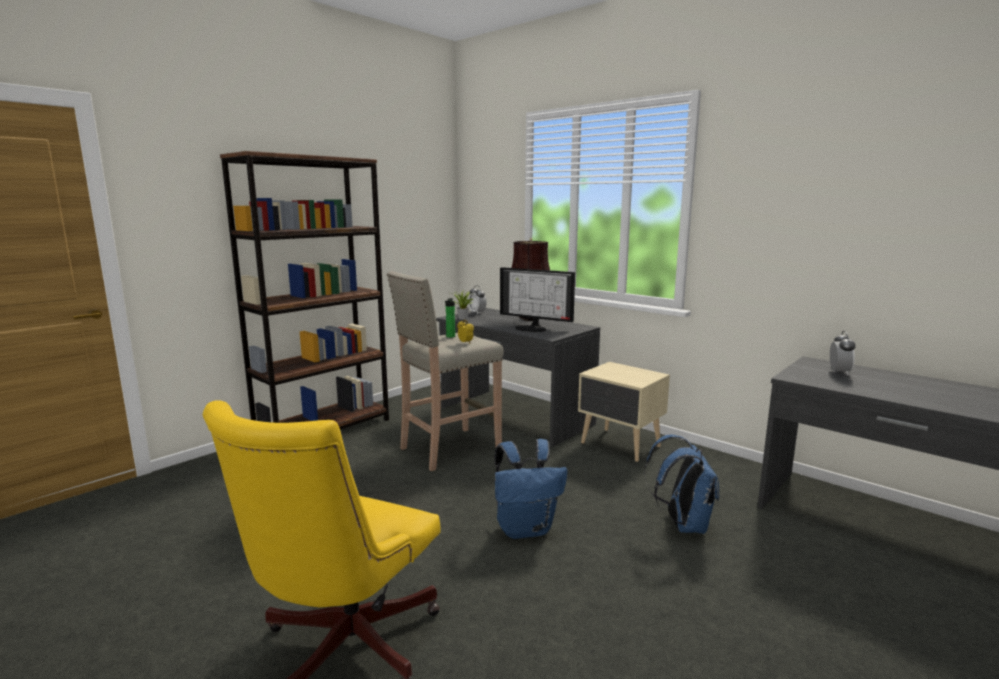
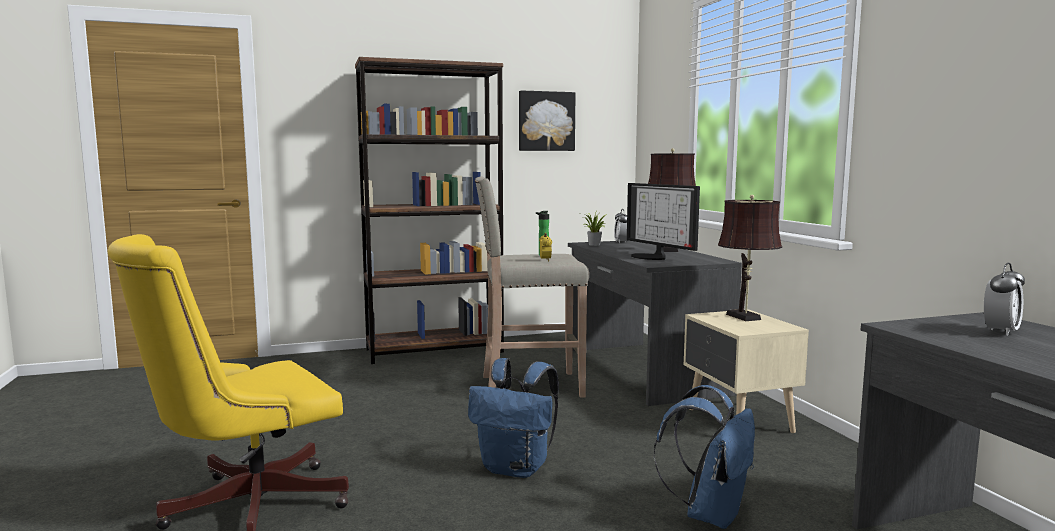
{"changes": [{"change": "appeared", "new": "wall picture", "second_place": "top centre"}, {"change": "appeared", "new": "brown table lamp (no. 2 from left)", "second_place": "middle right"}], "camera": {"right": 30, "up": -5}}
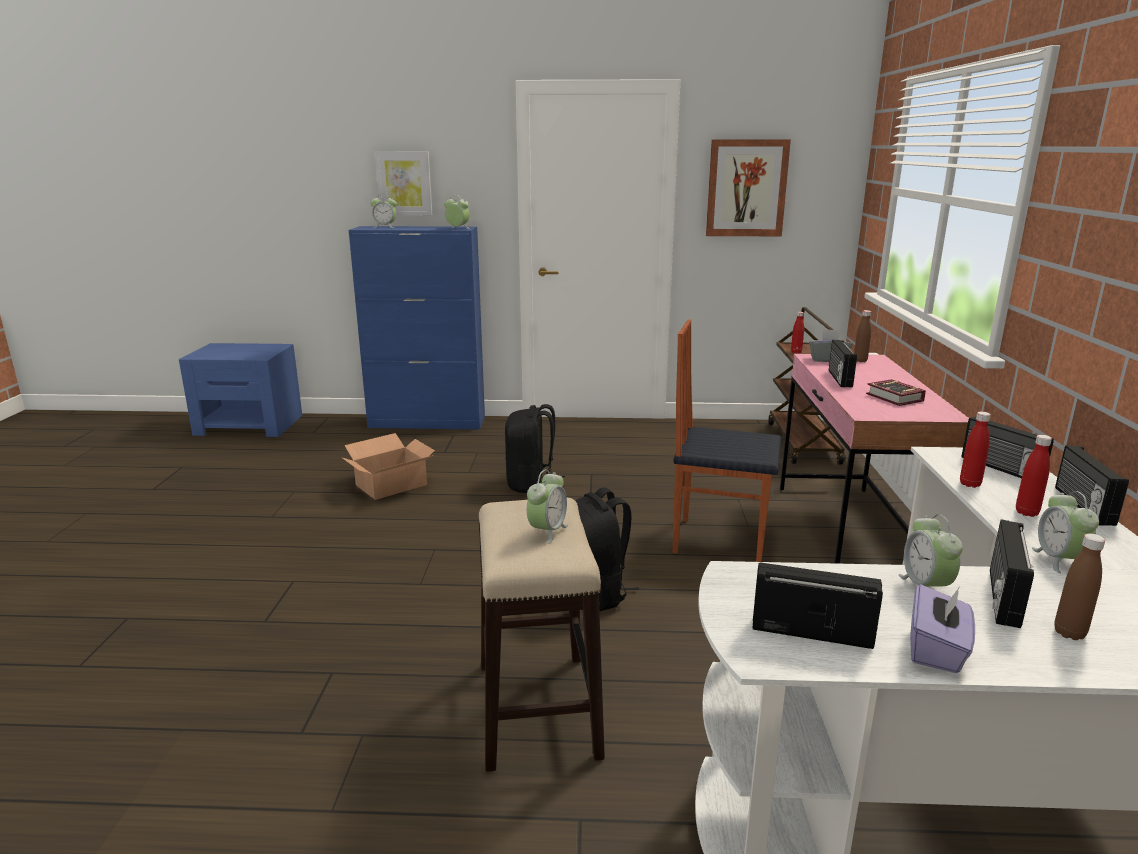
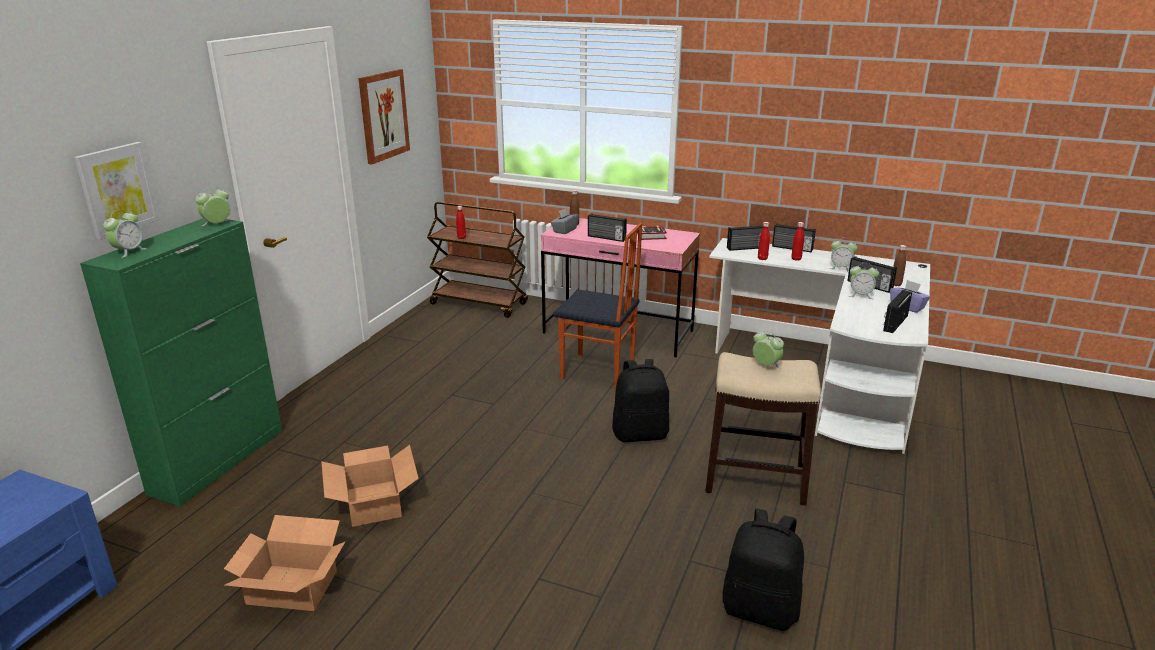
{"changes": [{"change": "colour", "old": "blue storage cabinet", "new": "greenish storage cabinet", "first_place": "centre", "second_place": "middle left"}, {"change": "relocated", "old": "black-coloured rucksack (no. 1 from left in the first image)", "new": "black-coloured rucksack (no. 2 from left)", "first_place": "centre", "second_place": "bottom centre"}, {"change": "spun", "old": "upright chair", "first_place": "centre", "second_place": "centre", "degrees": -105}, {"change": "appeared", "new": "cardboard box (no. 1 from left)", "second_place": "bottom left"}], "camera": {"right": -70, "up": 5}}
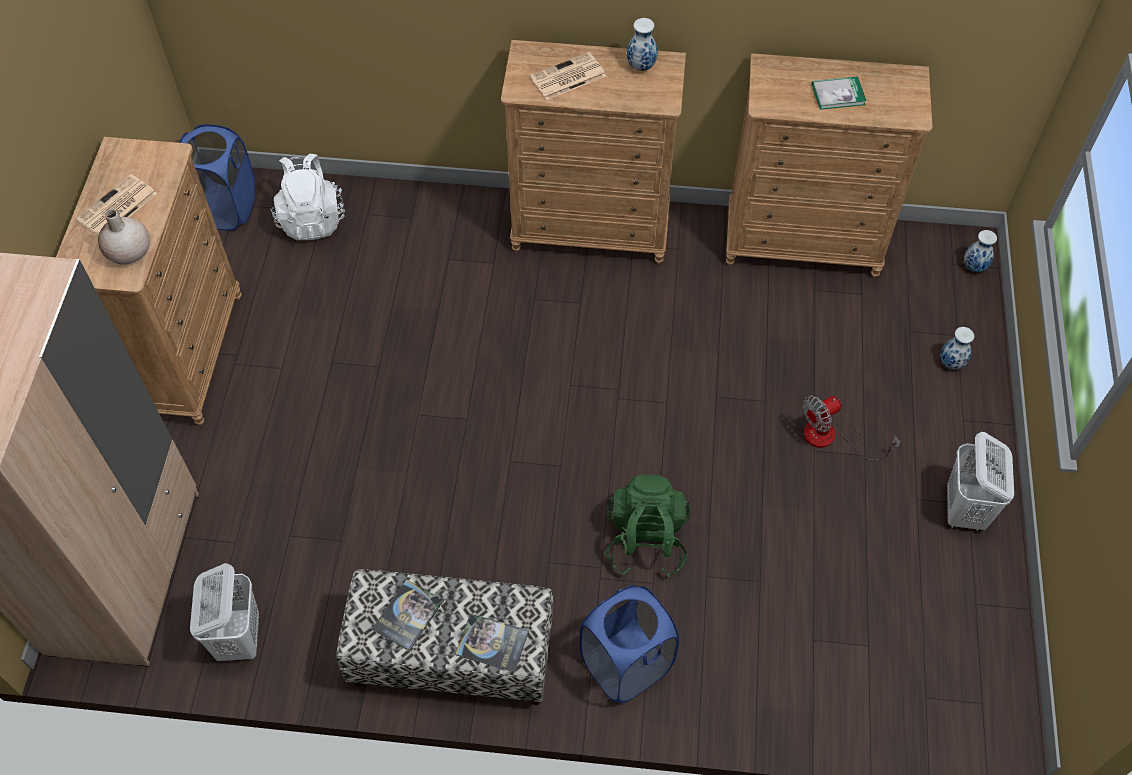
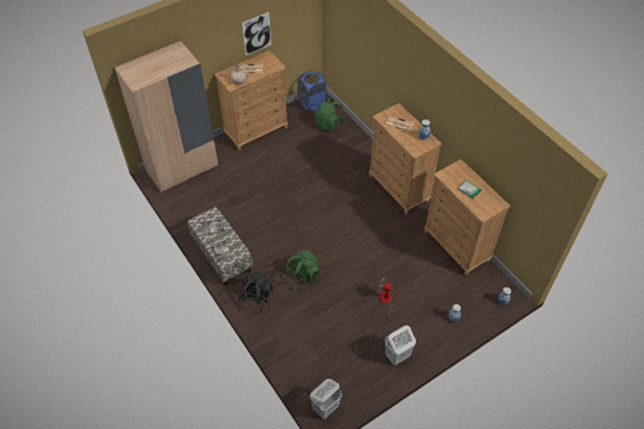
{"changes": [{"change": "relocated", "old": "white washing basket (no. 1 from left)", "first_place": "bottom left", "second_place": "bottom centre"}, {"change": "colour", "old": "white rucksack", "new": "greenish rucksack (no. 2 from left)", "first_place": "top left", "second_place": "top centre"}, {"change": "exchanged", "old": "blue washing basket (no. 2 from left)", "new": "black-coloured rucksack", "first_place": "bottom centre", "second_place": "bottom centre"}, {"change": "appeared", "new": "wall picture", "second_place": "top centre"}], "camera": {"right": 50, "up": -5}}
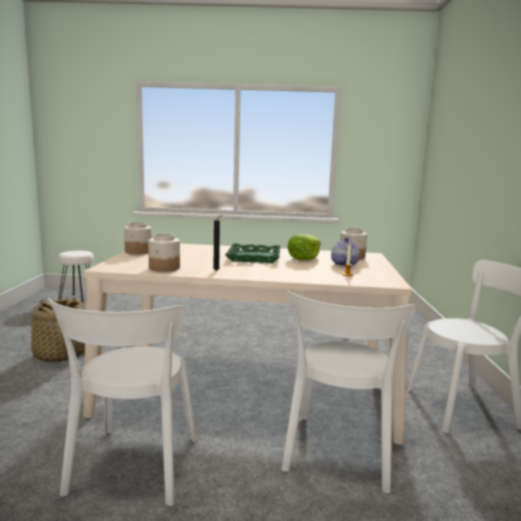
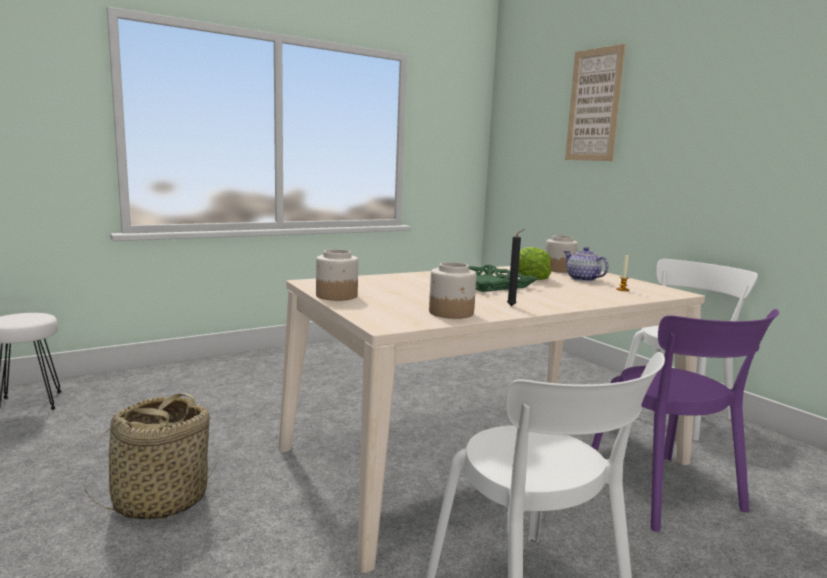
{"changes": [{"change": "colour", "old": "white upright chair (no. 2 from left)", "new": "purplish upright chair", "first_place": "bottom right", "second_place": "bottom right"}, {"change": "appeared", "new": "wall picture", "second_place": "top right"}], "camera": {"right": -35, "up": 0}}
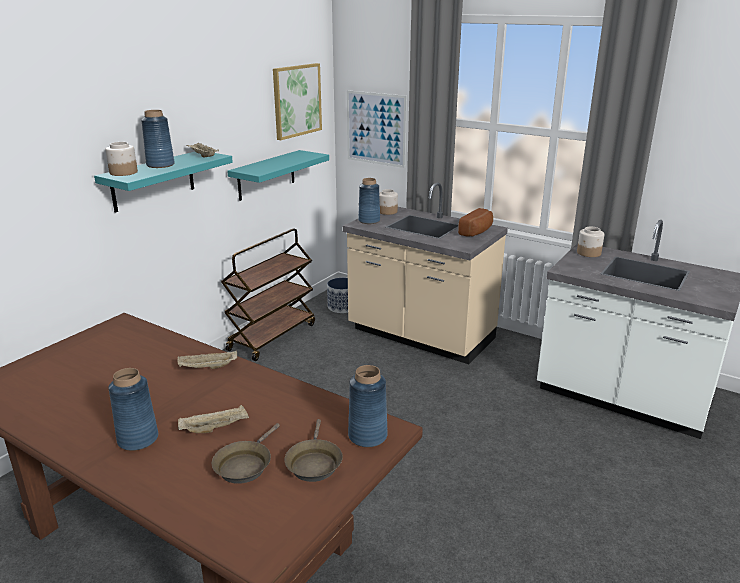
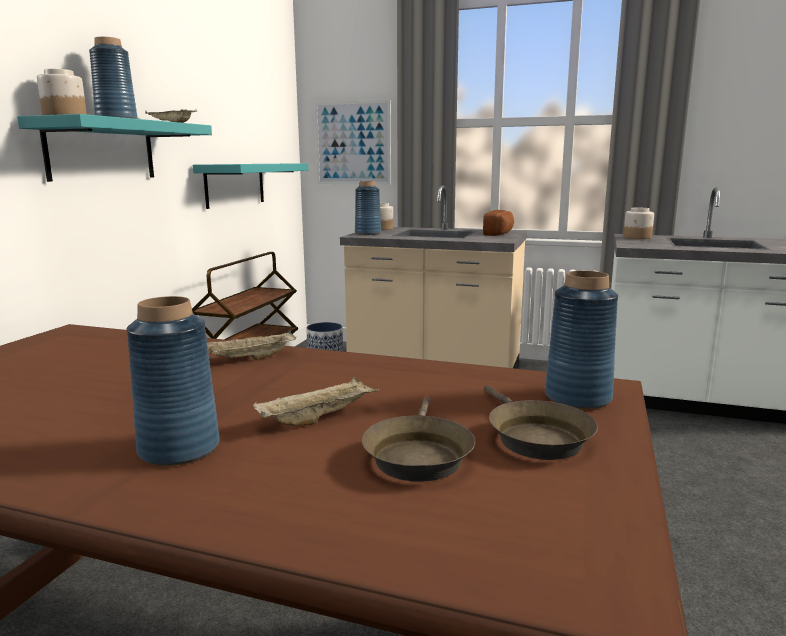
{"changes": [{"change": "missing", "old": "wall picture (no. 1 from left)", "first_place": "top centre"}], "camera": {"right": -15, "up": -10}}
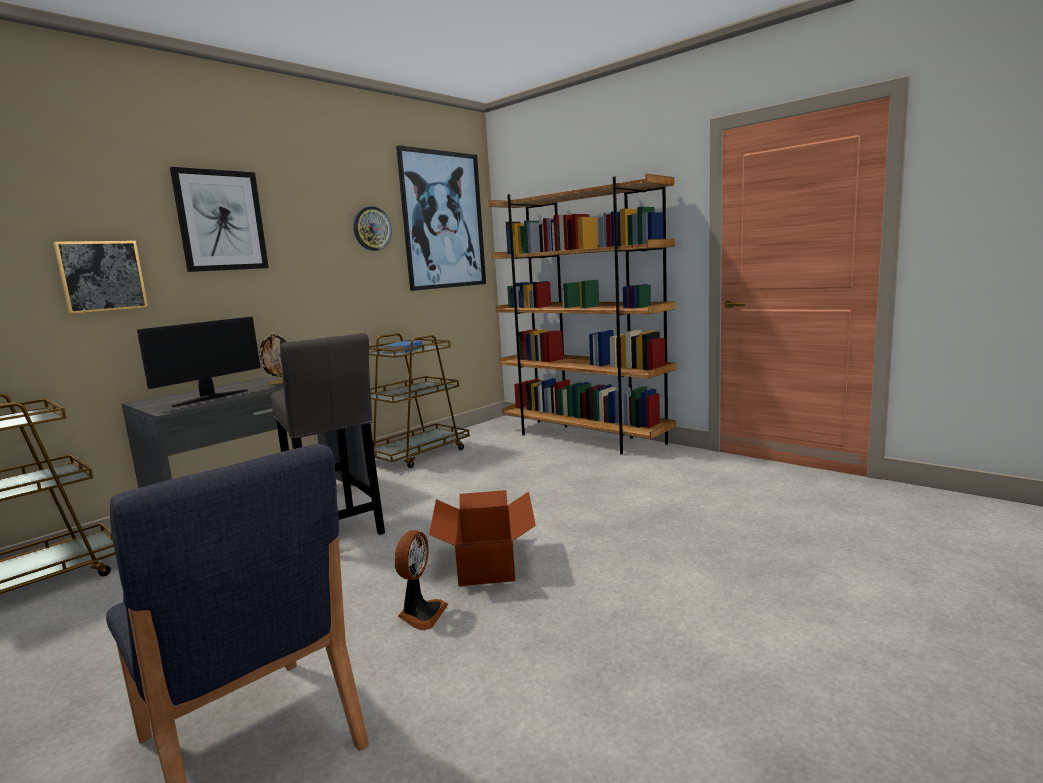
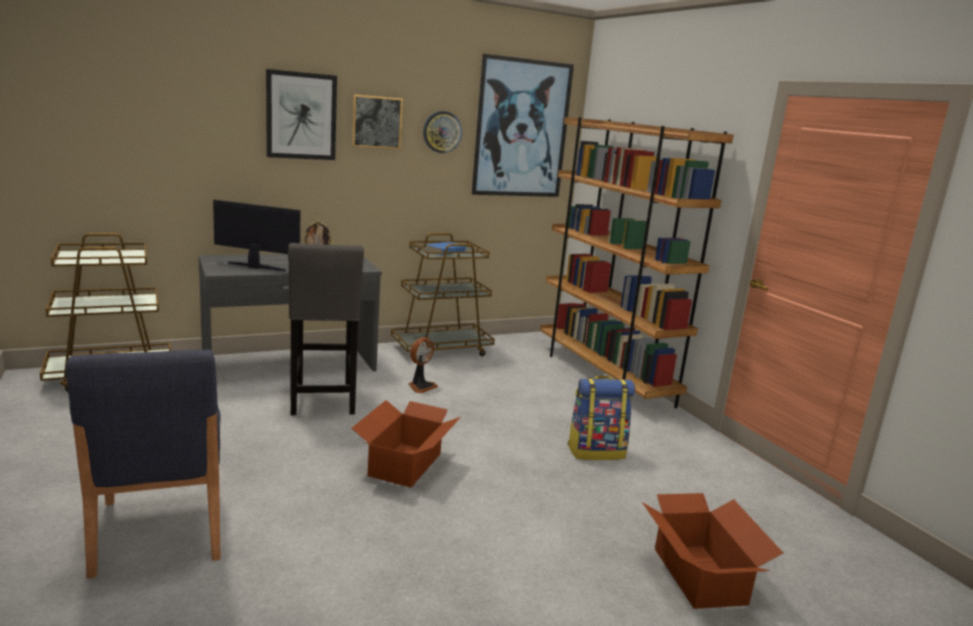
{"changes": [{"change": "relocated", "old": "wall picture (no. 1 from left in the first image)", "new": "wall picture (no. 2 from left)", "first_place": "middle left", "second_place": "top centre"}, {"change": "spun", "old": "monitor", "first_place": "middle left", "second_place": "middle left", "degrees": -135}, {"change": "relocated", "old": "electric fan", "first_place": "bottom centre", "second_place": "centre"}, {"change": "appeared", "new": "rucksack", "second_place": "bottom centre"}, {"change": "appeared", "new": "cardboard box (no. 2 from left)", "second_place": "bottom right"}], "camera": {"right": 20, "up": 5}}
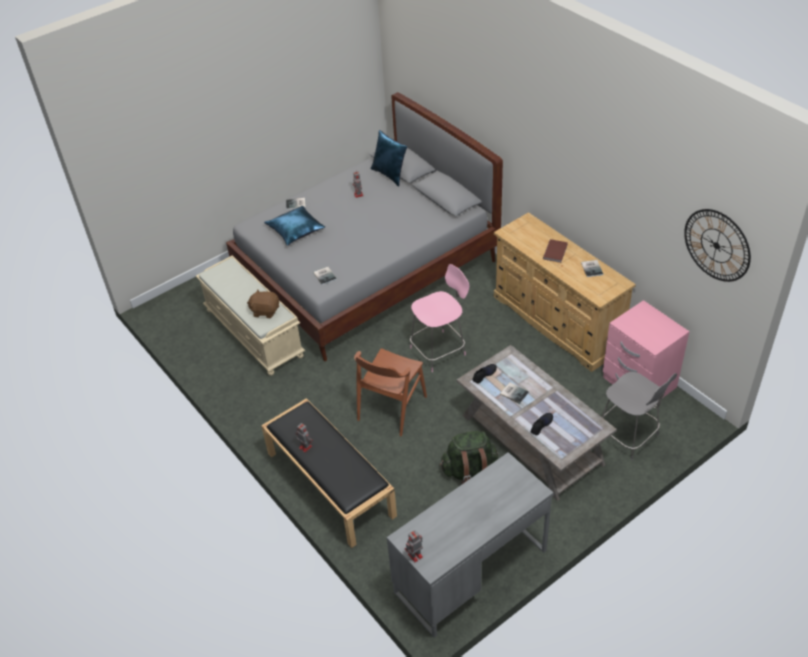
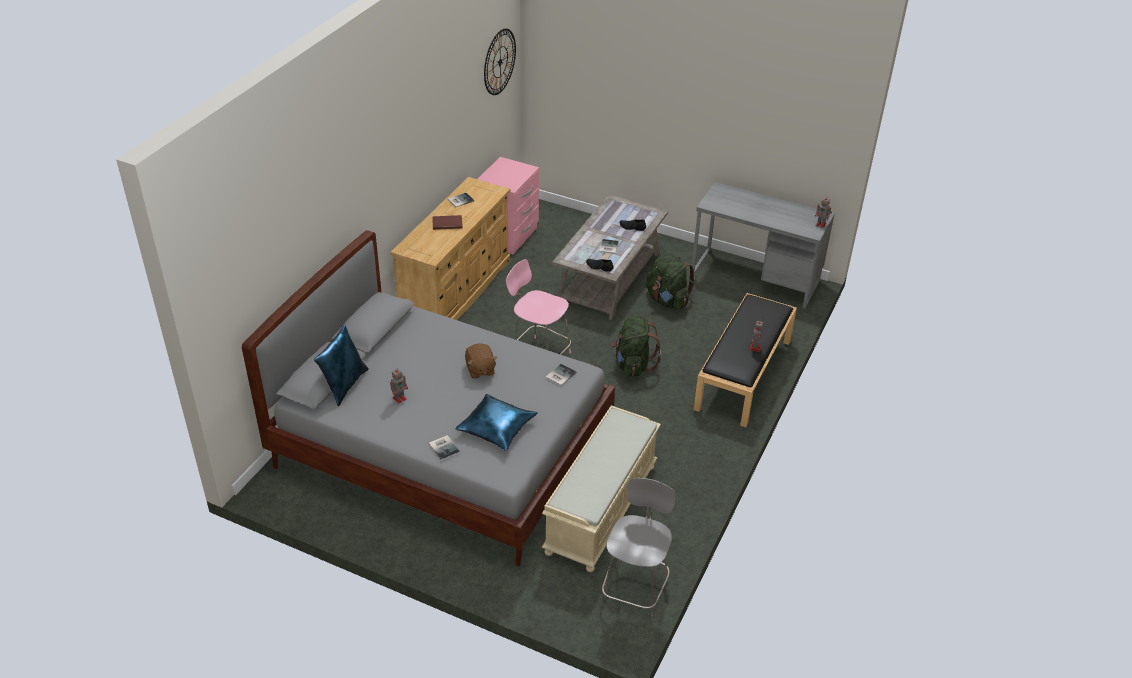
{"changes": [{"change": "relocated", "old": "brown soft toy", "first_place": "middle left", "second_place": "centre"}, {"change": "exchanged", "old": "brown upright chair", "new": "greenish rucksack (no. 1 from left)", "first_place": "centre", "second_place": "centre"}, {"change": "relocated", "old": "grey upright chair", "first_place": "middle right", "second_place": "bottom centre"}], "camera": {"right": -120, "up": -5}}
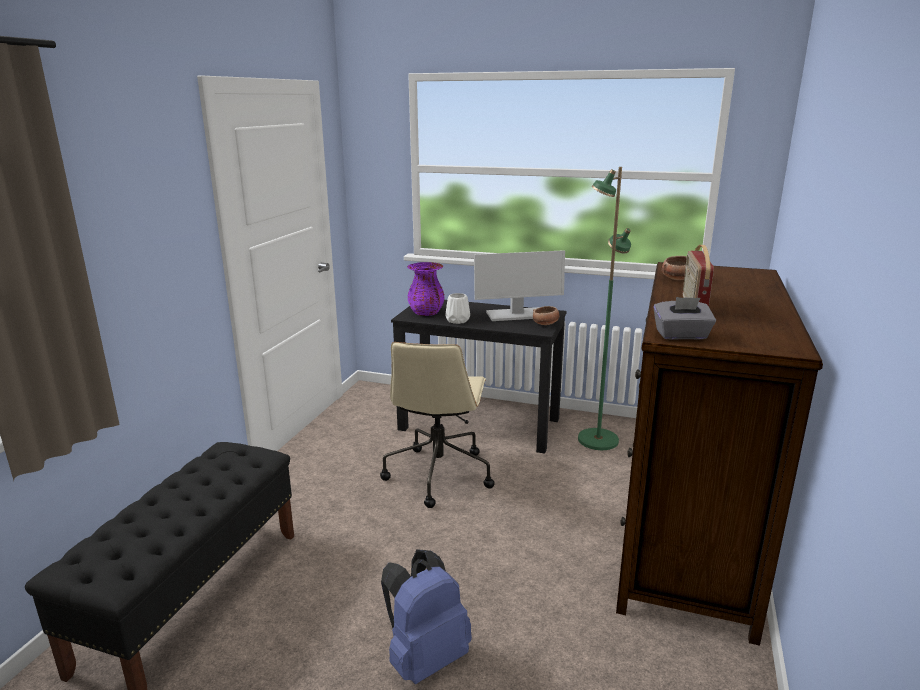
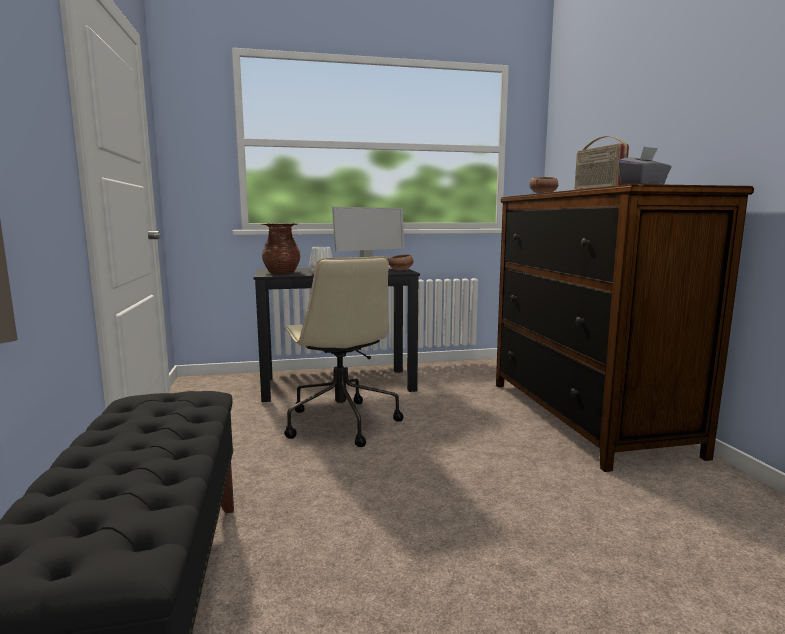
{"changes": [{"change": "missing", "old": "blue rucksack", "first_place": "bottom centre"}, {"change": "colour", "old": "purplish flower vase", "new": "brown flower vase", "first_place": "centre", "second_place": "centre"}, {"change": "missing", "old": "greenish standard lamp", "first_place": "centre"}], "camera": {"right": -30, "up": -10}}
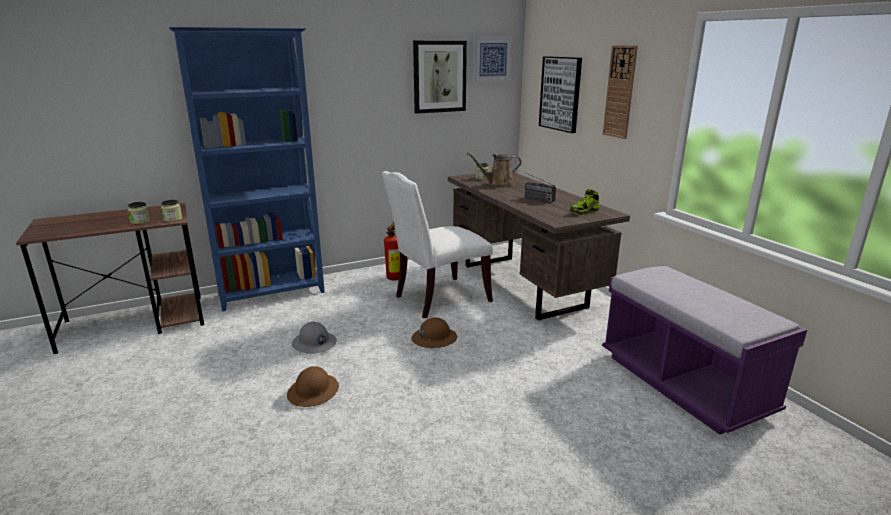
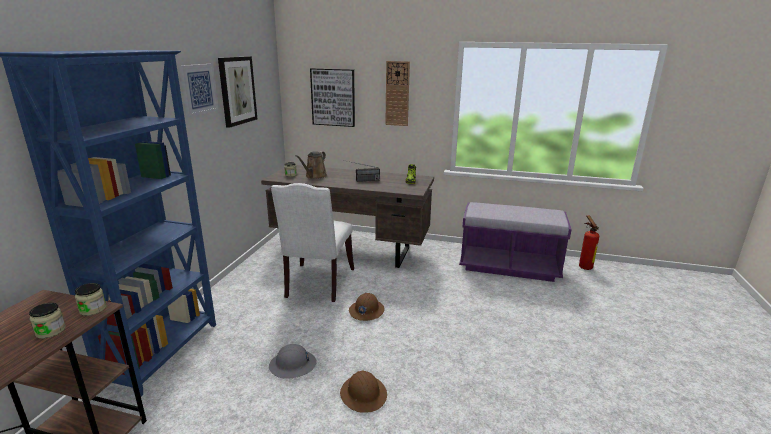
{"changes": [{"change": "relocated", "old": "fire-fighting cylinder", "first_place": "centre", "second_place": "middle right"}, {"change": "relocated", "old": "wall picture (no. 2 from left in the first image)", "new": "wall picture (no. 1 from left)", "first_place": "top centre", "second_place": "top left"}], "camera": {"right": -50, "up": 0}}
